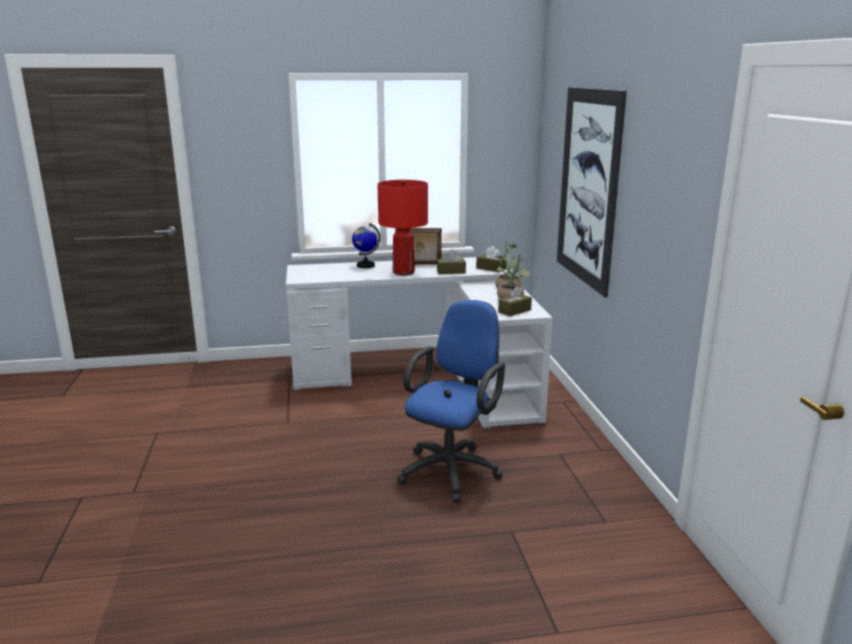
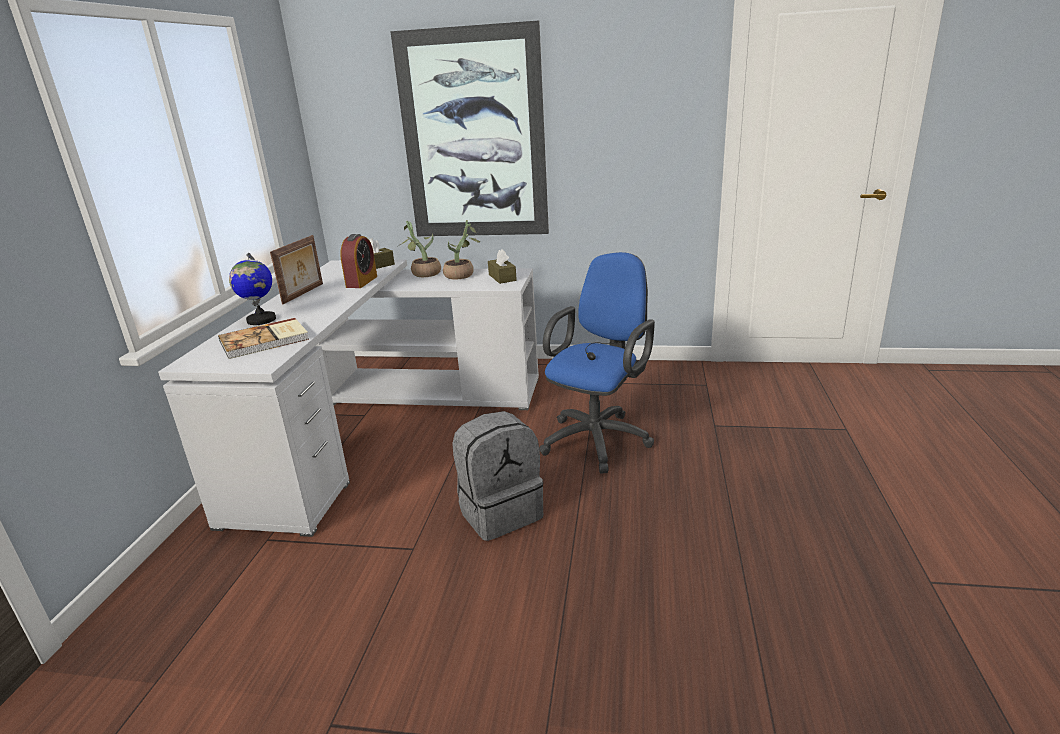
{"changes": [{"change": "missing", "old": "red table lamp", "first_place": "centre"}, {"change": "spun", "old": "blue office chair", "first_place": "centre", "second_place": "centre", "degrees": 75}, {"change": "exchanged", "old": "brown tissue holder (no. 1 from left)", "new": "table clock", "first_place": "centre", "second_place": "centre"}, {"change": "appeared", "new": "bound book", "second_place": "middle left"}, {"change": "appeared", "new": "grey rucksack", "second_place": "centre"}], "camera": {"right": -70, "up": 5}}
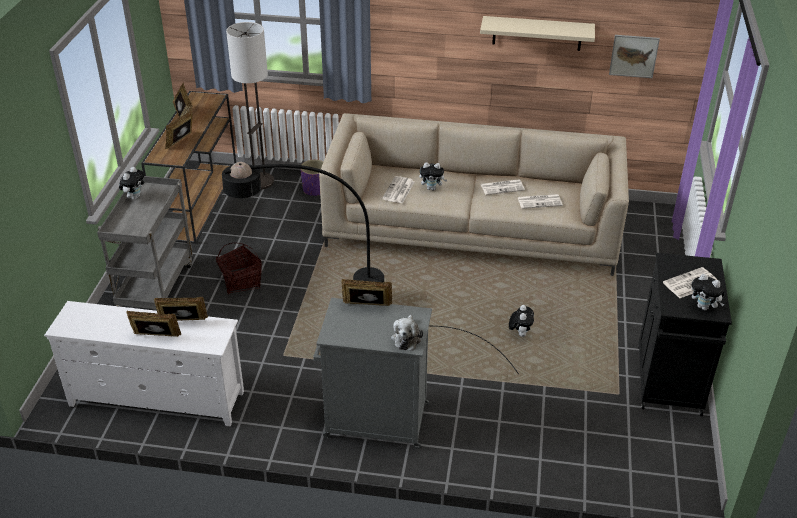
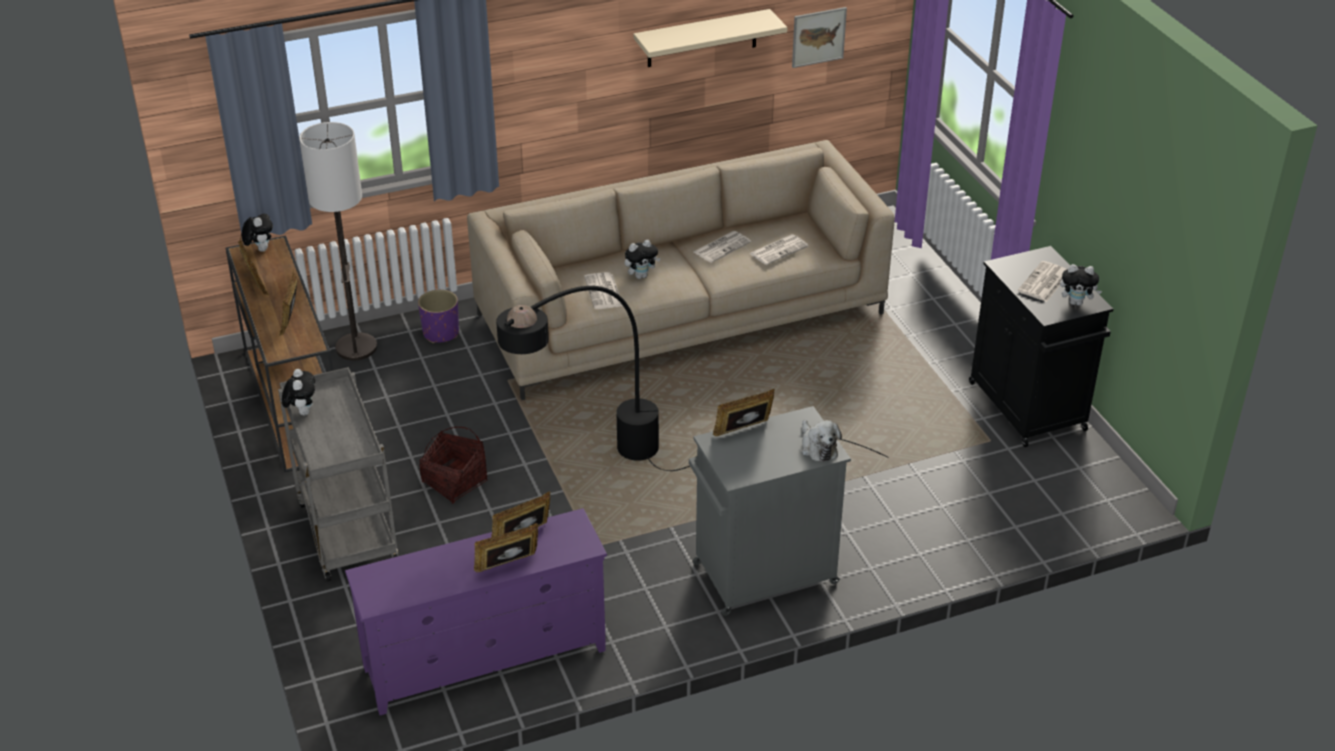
{"changes": [{"change": "colour", "old": "white media console", "new": "purplish media console", "first_place": "bottom left", "second_place": "bottom centre"}, {"change": "relocated", "old": "soft toy (no. 4 from left in the first image)", "new": "soft toy (no. 1 from left)", "first_place": "centre", "second_place": "top left"}], "camera": {"right": -30, "up": 0}}
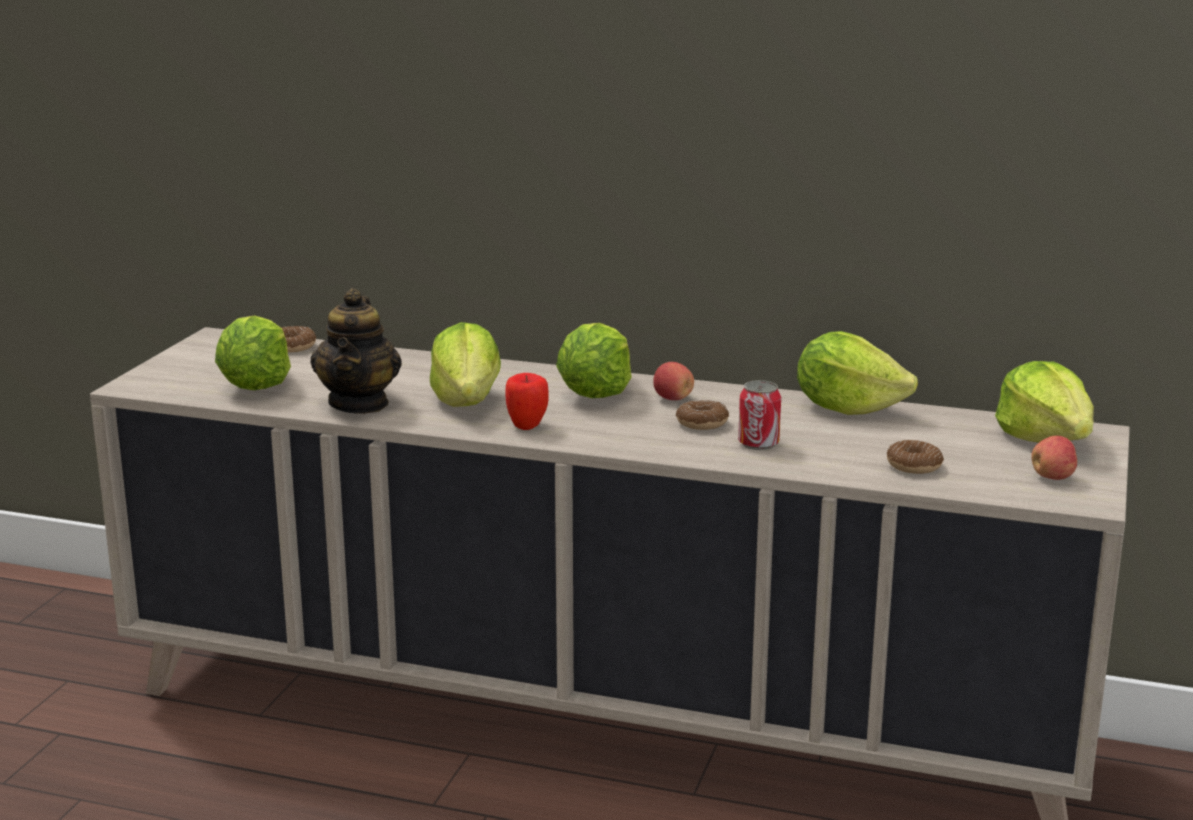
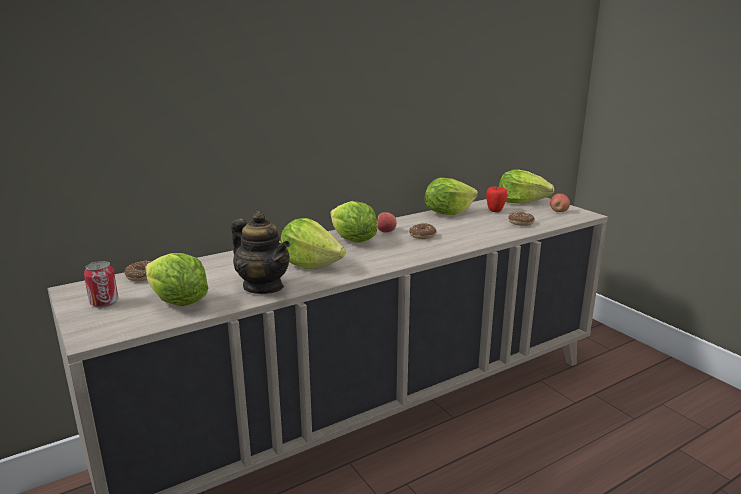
{"changes": [{"change": "relocated", "old": "whole apple (no. 1 from left in the first image)", "new": "whole apple (no. 2 from left)", "first_place": "centre", "second_place": "middle right"}, {"change": "relocated", "old": "sealed can", "first_place": "centre", "second_place": "middle left"}], "camera": {"right": -50, "up": 0}}
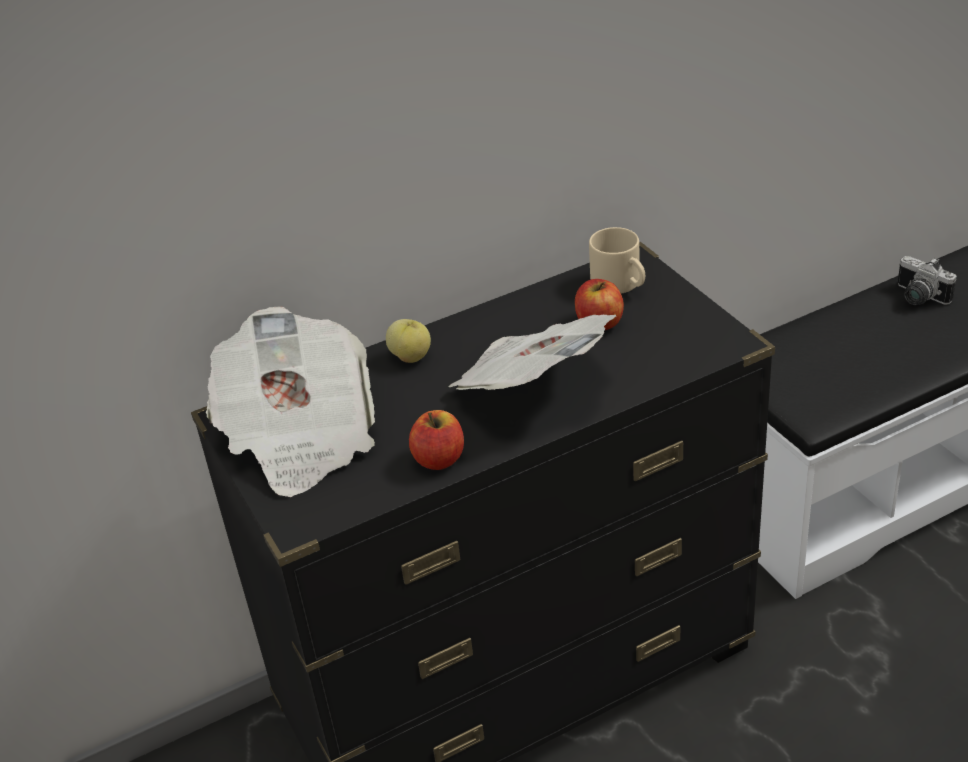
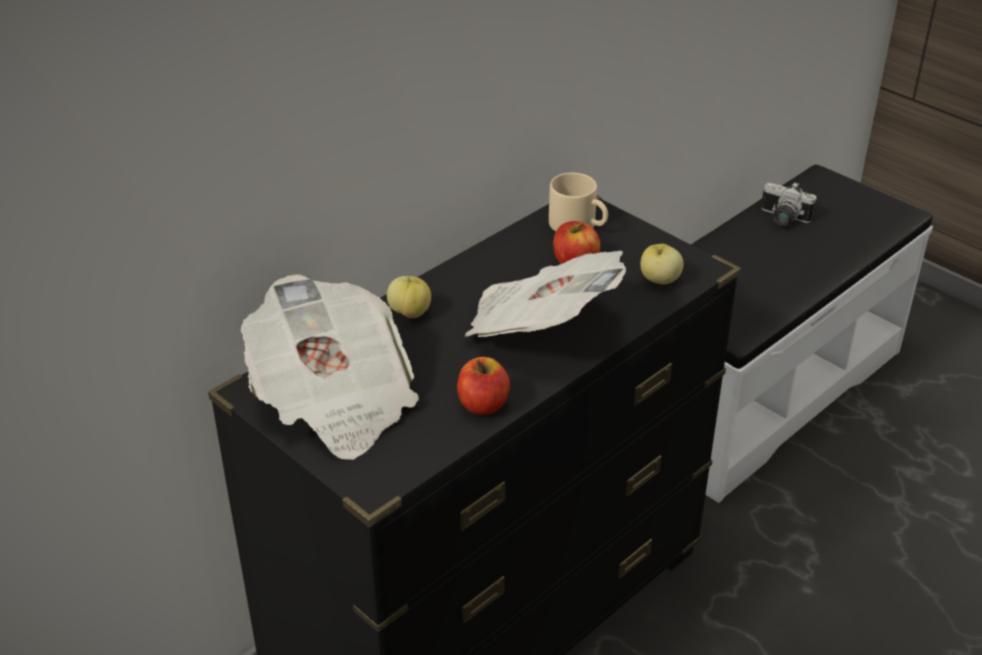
{"changes": [{"change": "appeared", "new": "whole apple (no. 4 from left)", "second_place": "middle right"}], "camera": {"right": -20, "up": 0}}
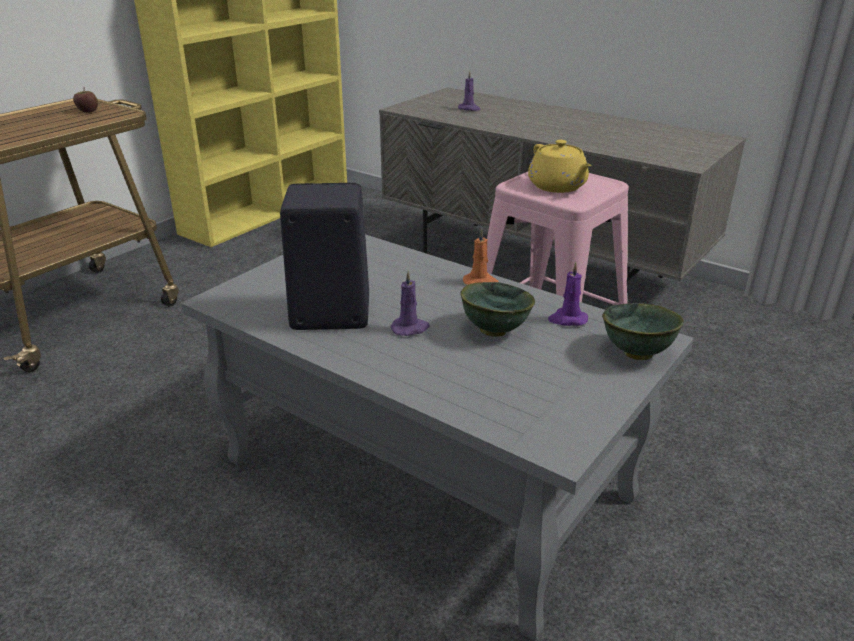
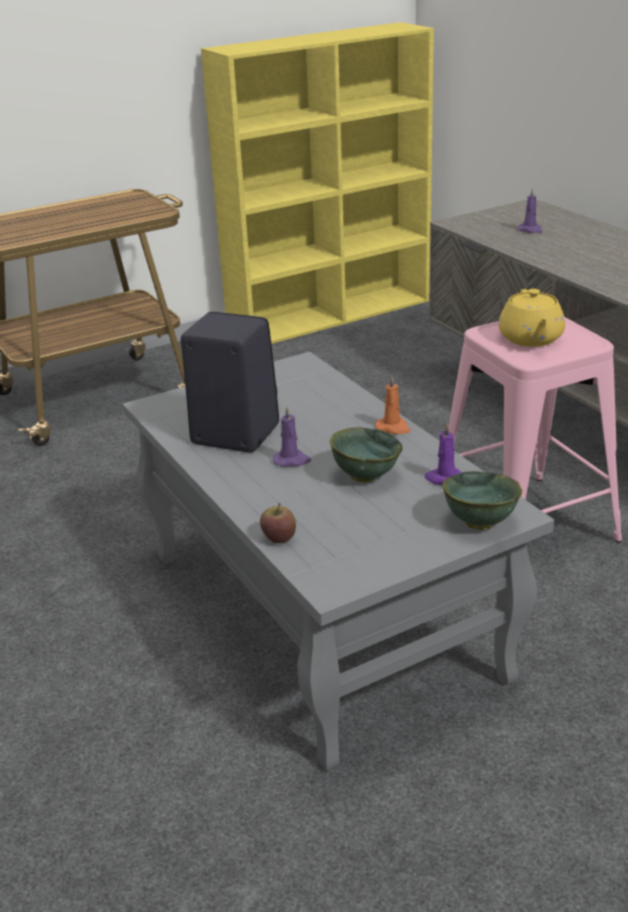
{"changes": [{"change": "relocated", "old": "whole apple", "first_place": "top left", "second_place": "centre"}], "camera": {"right": 25, "up": 0}}
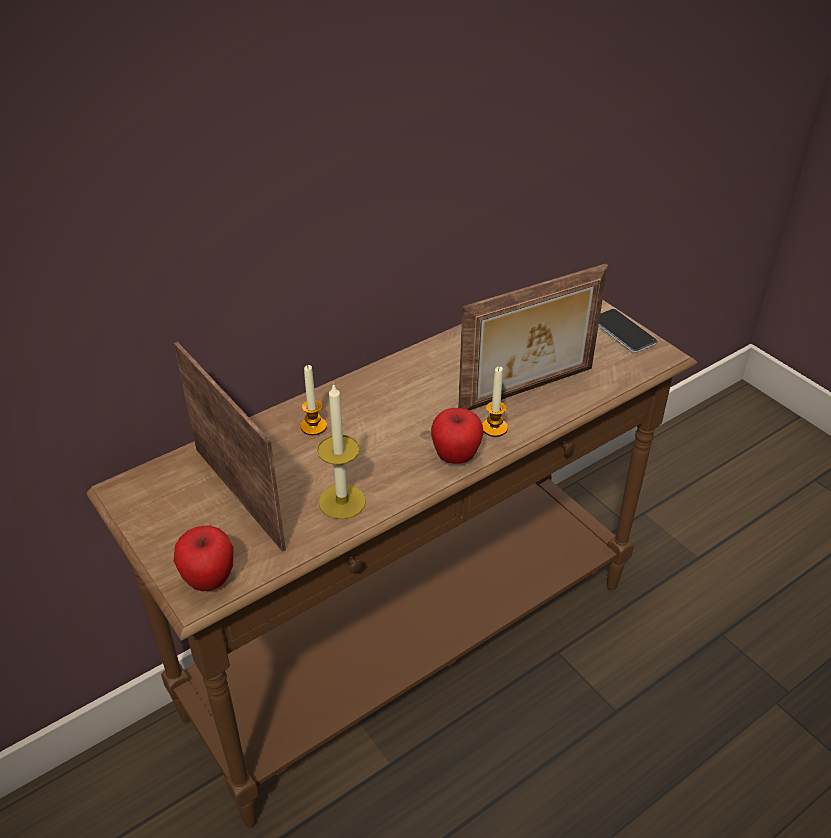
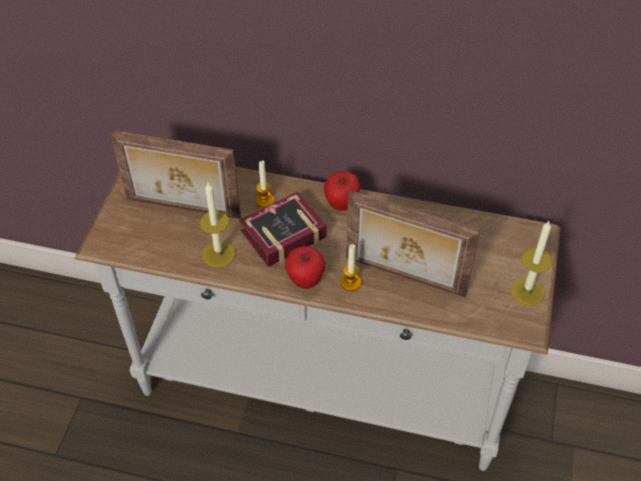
{"changes": [{"change": "colour", "old": "brown console table", "new": "white console table", "first_place": "bottom centre", "second_place": "centre"}, {"change": "spun", "old": "standing frame (no. 1 from left)", "first_place": "middle left", "second_place": "middle left", "degrees": 90}, {"change": "relocated", "old": "whole apple (no. 1 from left in the first image)", "new": "whole apple (no. 2 from left)", "first_place": "middle left", "second_place": "centre"}, {"change": "exchanged", "old": "phone", "new": "candle (no. 4 from left)", "first_place": "middle right", "second_place": "middle right"}, {"change": "appeared", "new": "bound book", "second_place": "centre"}], "camera": {"right": 50, "up": 10}}
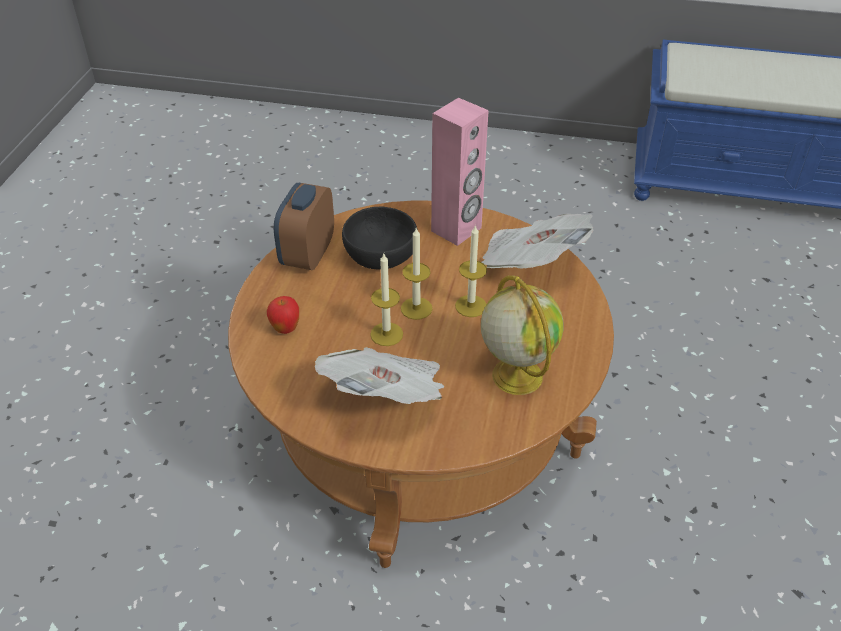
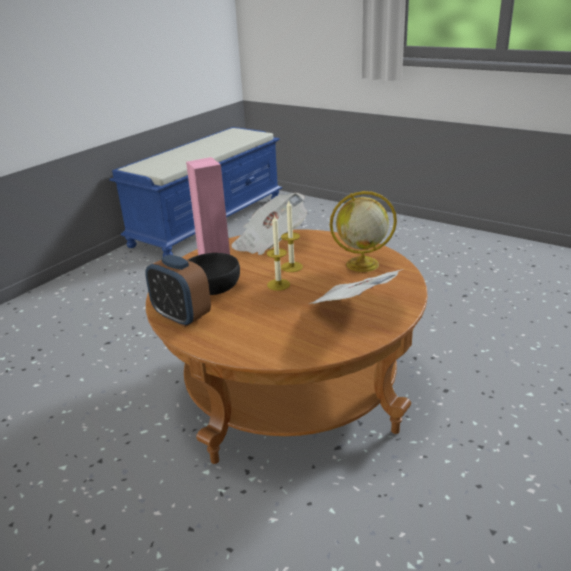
{"changes": [{"change": "missing", "old": "whole apple", "first_place": "centre"}, {"change": "missing", "old": "candle (no. 1 from left)", "first_place": "centre"}], "camera": {"right": -65, "up": -15}}
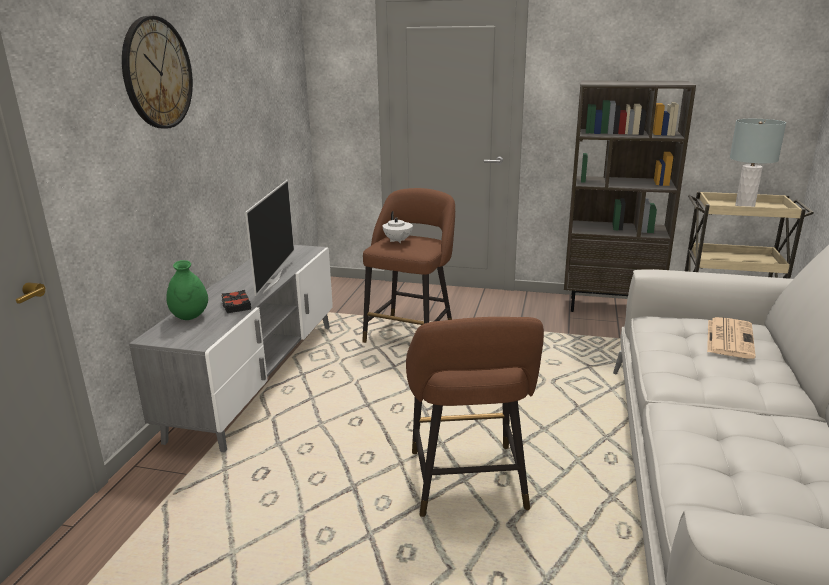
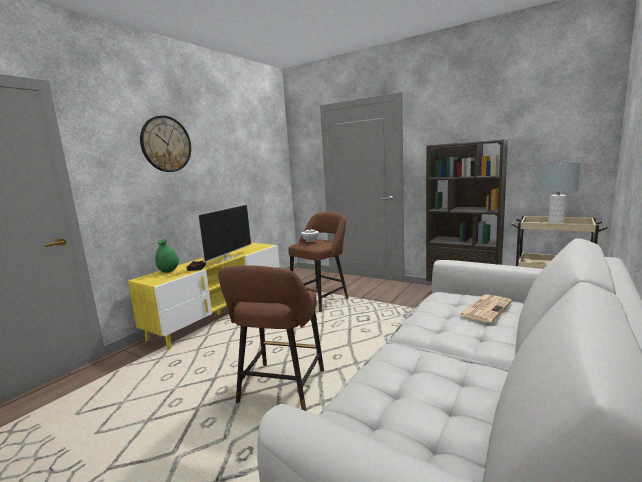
{"changes": [{"change": "colour", "old": "grey media console", "new": "yellowish media console", "first_place": "middle left", "second_place": "middle left"}], "camera": {"right": 20, "up": -10}}
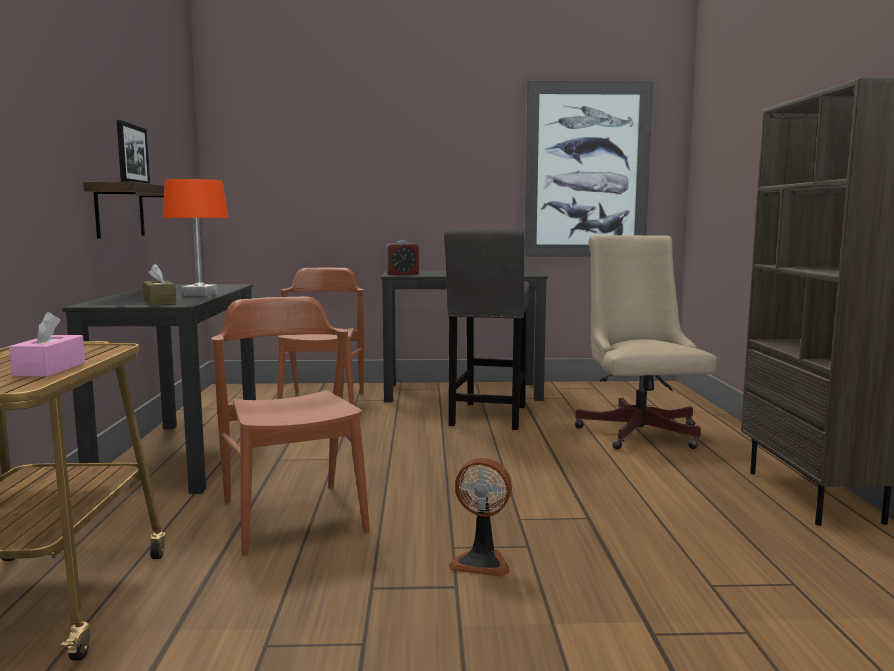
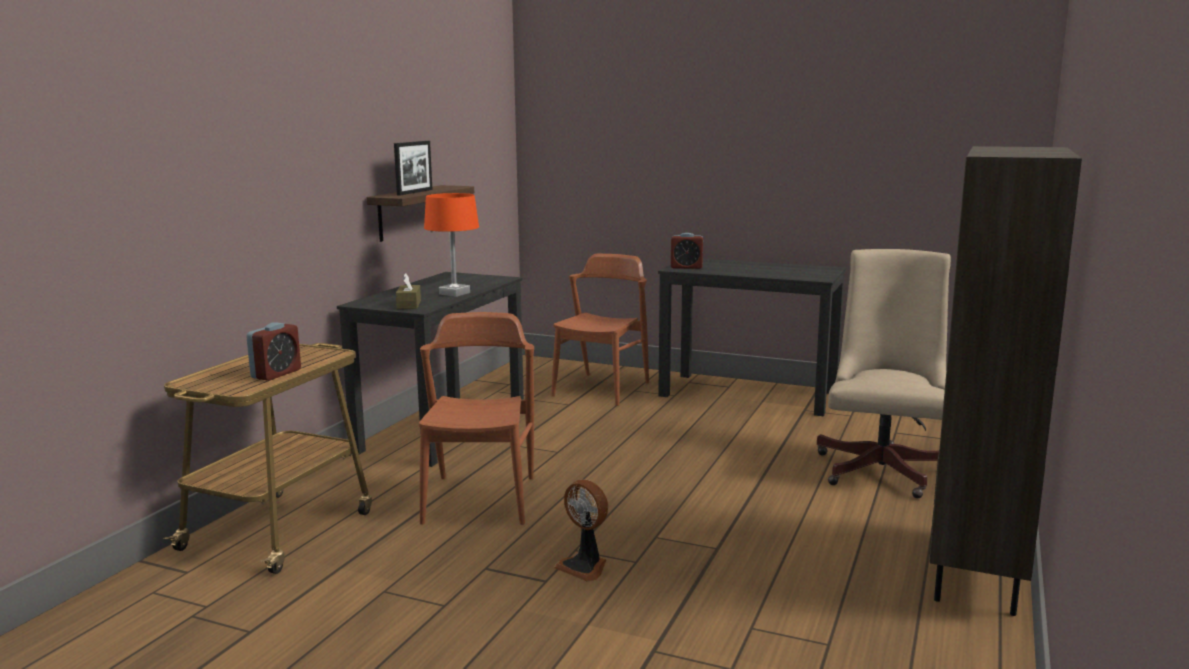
{"changes": [{"change": "exchanged", "old": "pinkish tissue holder", "new": "table clock (no. 1 from left)", "first_place": "middle left", "second_place": "middle left"}, {"change": "missing", "old": "grey stool seat", "first_place": "centre"}, {"change": "missing", "old": "wall picture", "first_place": "top centre"}], "camera": {"right": 25, "up": 5}}
